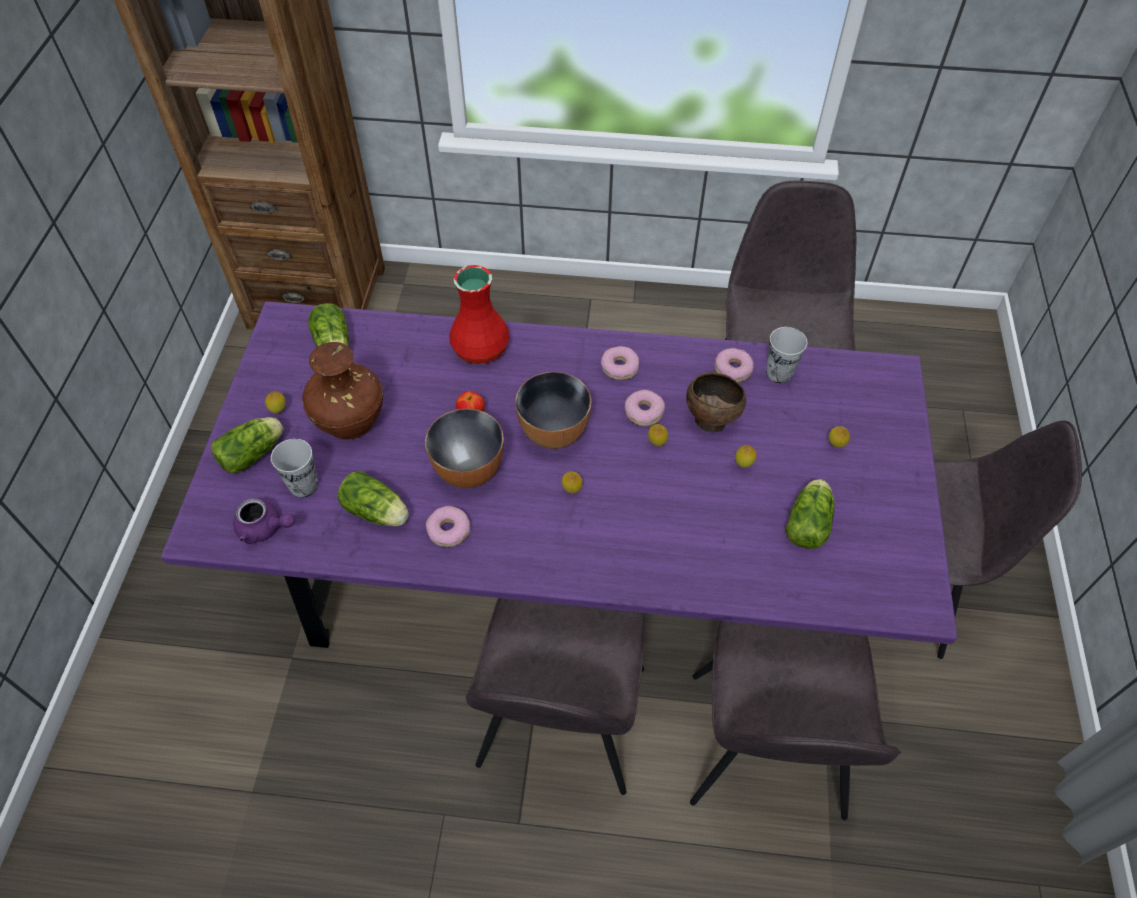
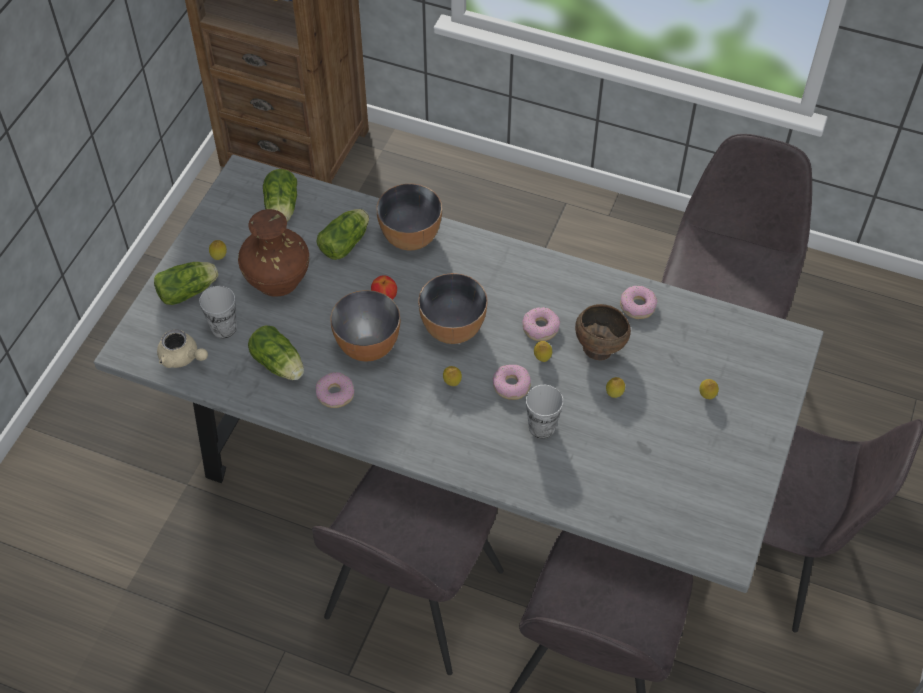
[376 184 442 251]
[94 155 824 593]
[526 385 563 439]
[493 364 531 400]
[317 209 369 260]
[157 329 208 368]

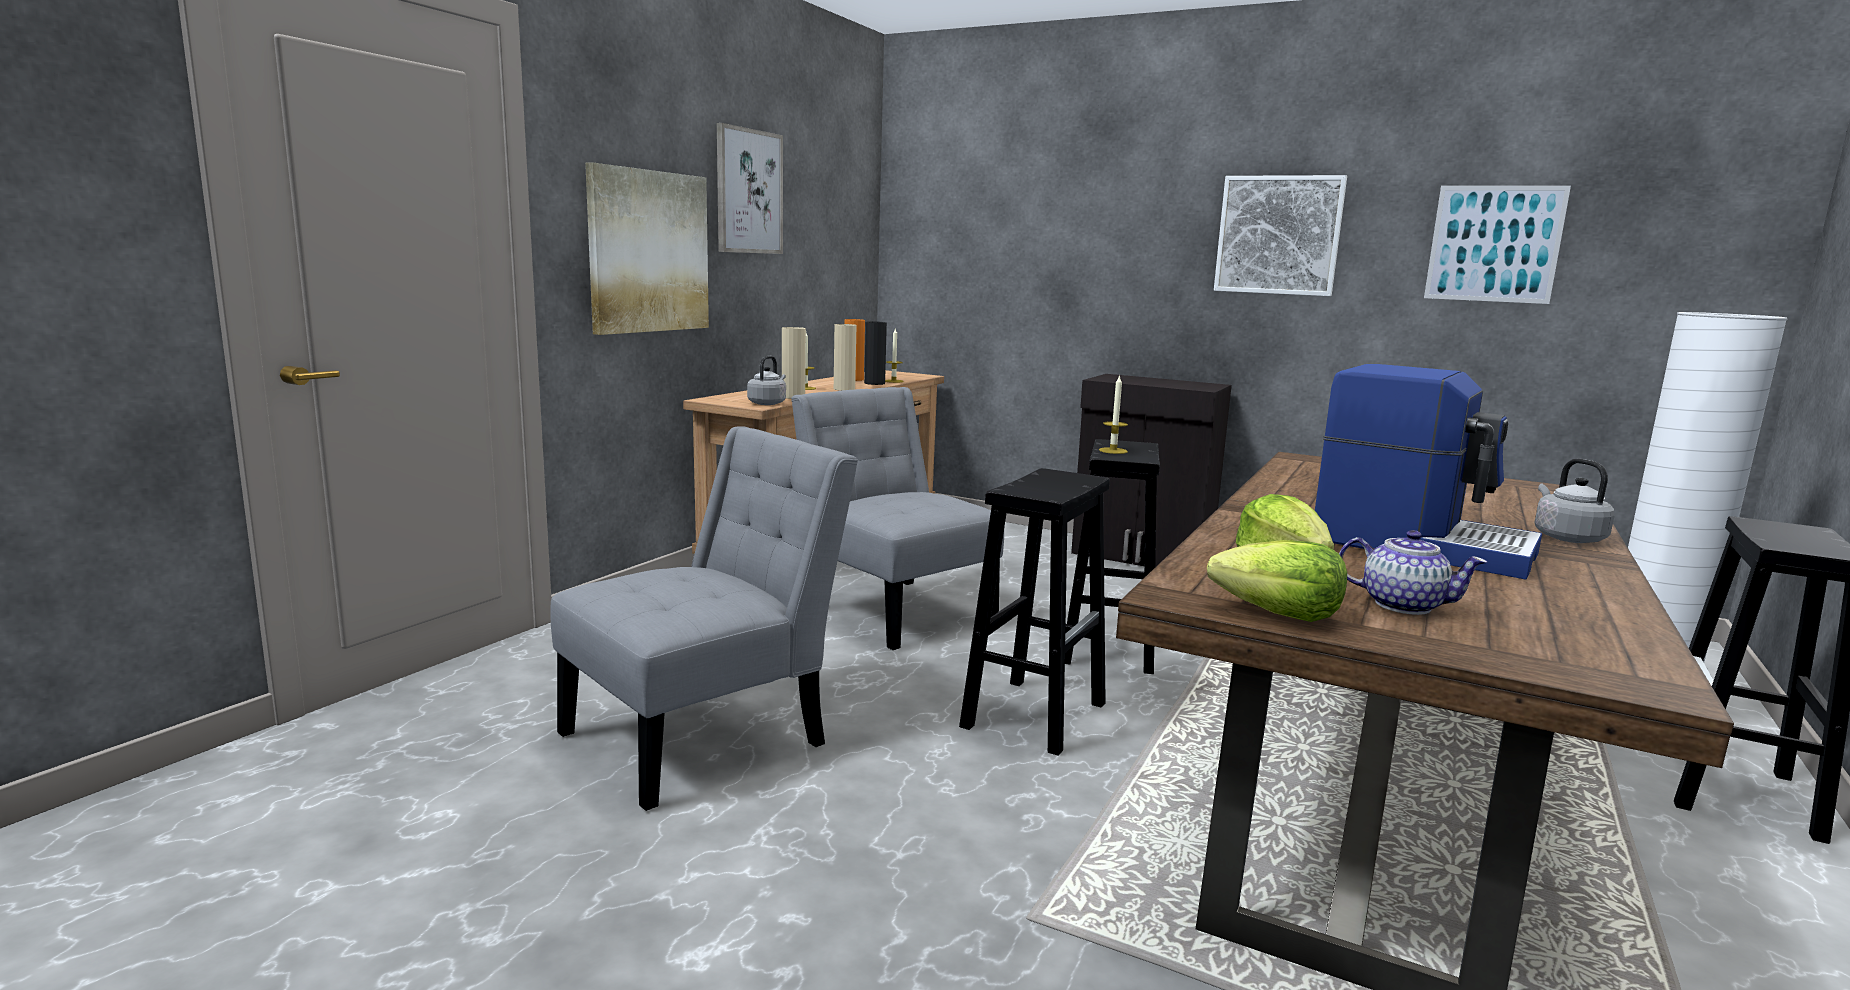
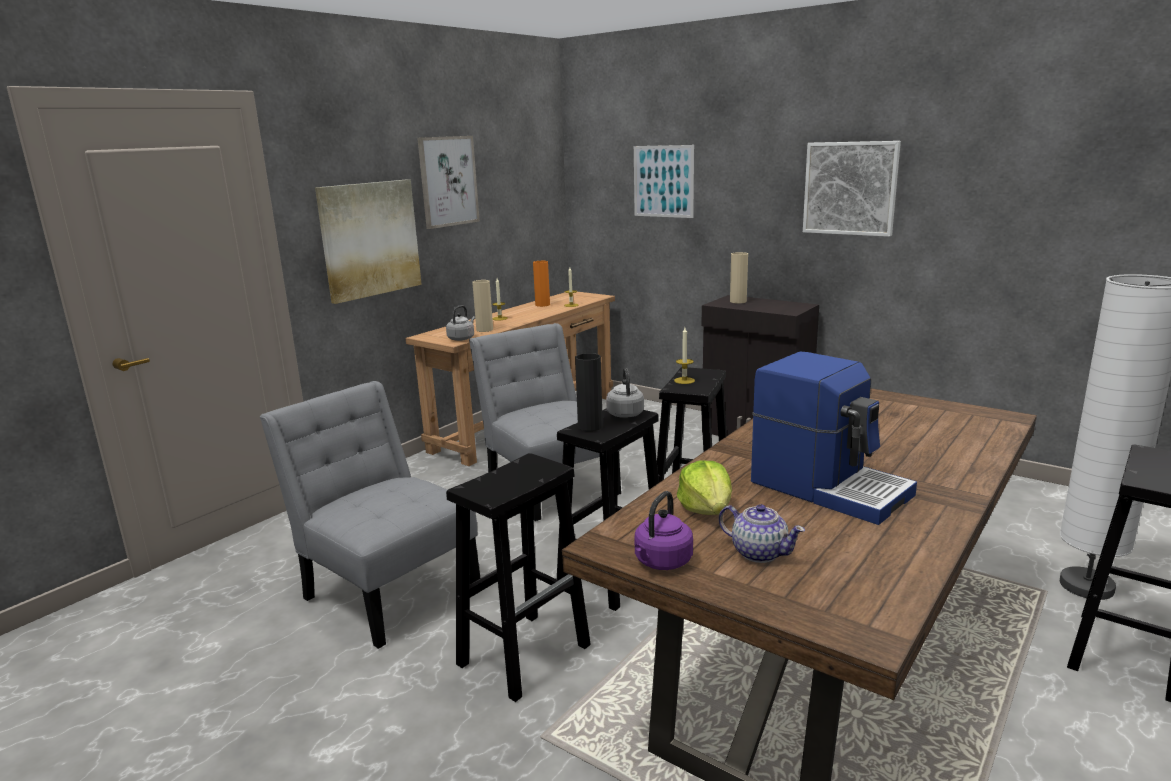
[634 145 694 218]
[575 353 603 431]
[730 252 748 304]
[260 381 480 649]
[606 368 644 418]
[635 491 693 570]
[446 453 591 702]

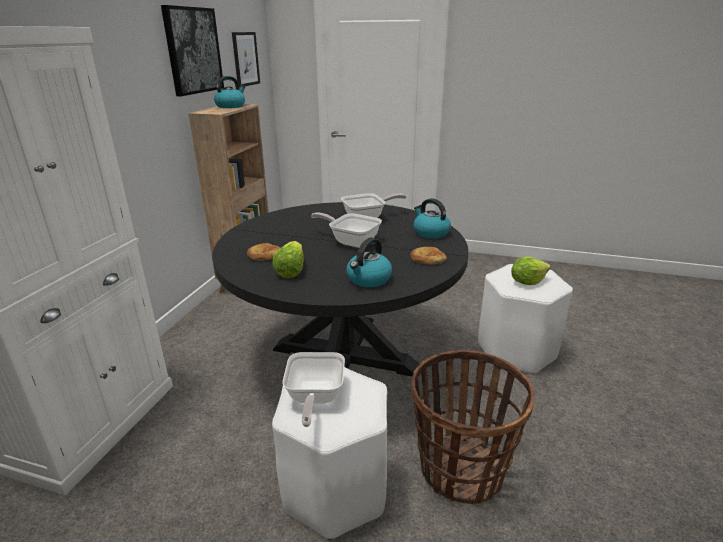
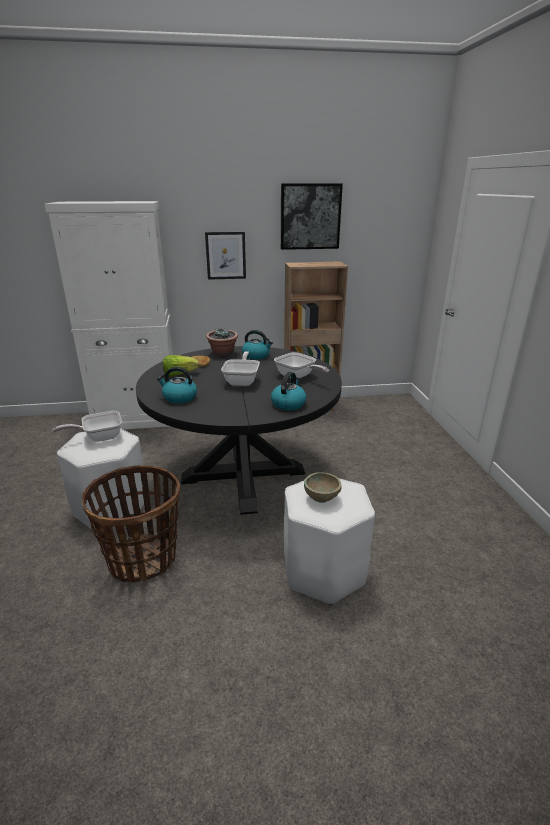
[205 232 246 280]
[242 330 273 360]
[410 247 447 265] (first image)
[304 472 341 503]
[206 328 238 356]

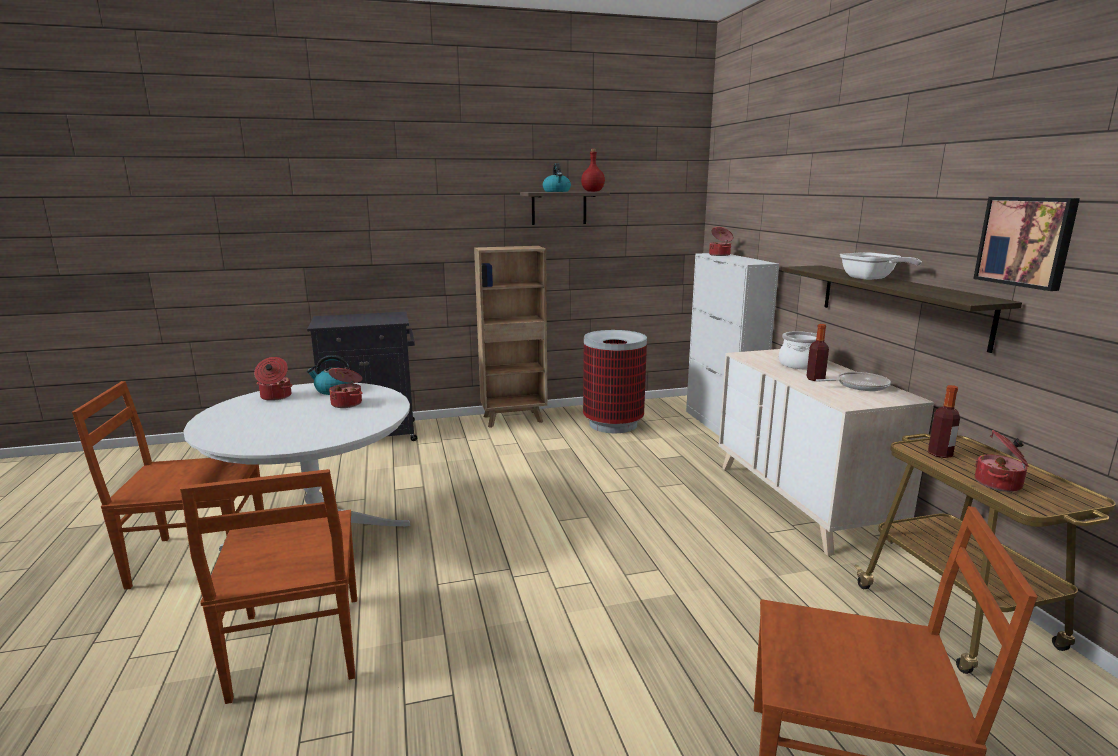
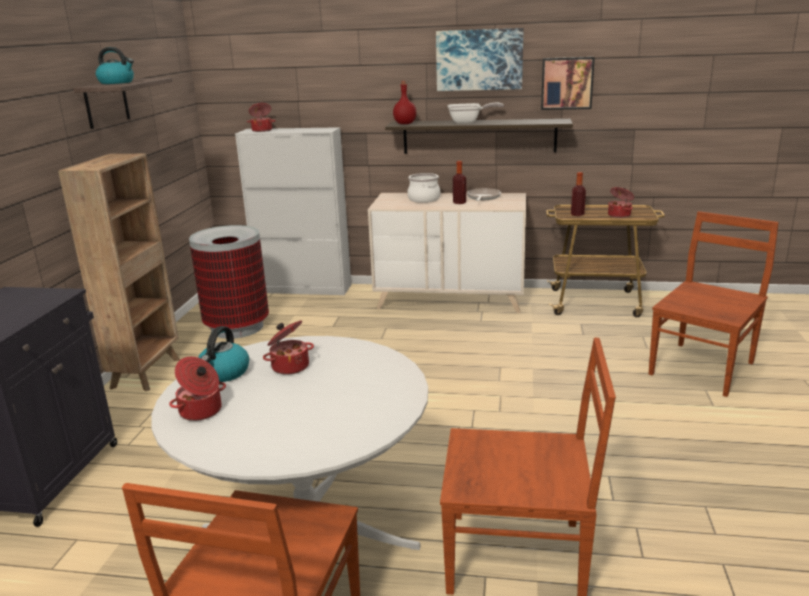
[393 81 417 124]
[436 28 524 91]

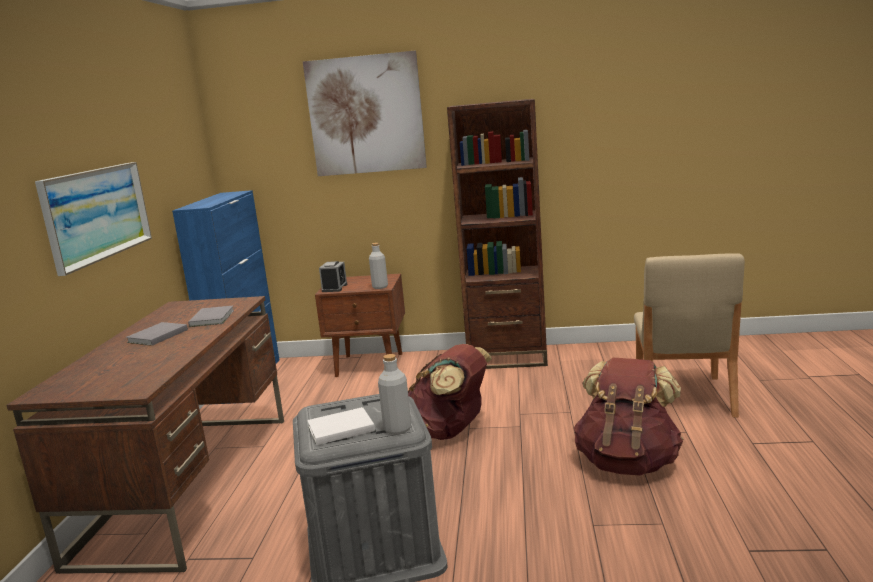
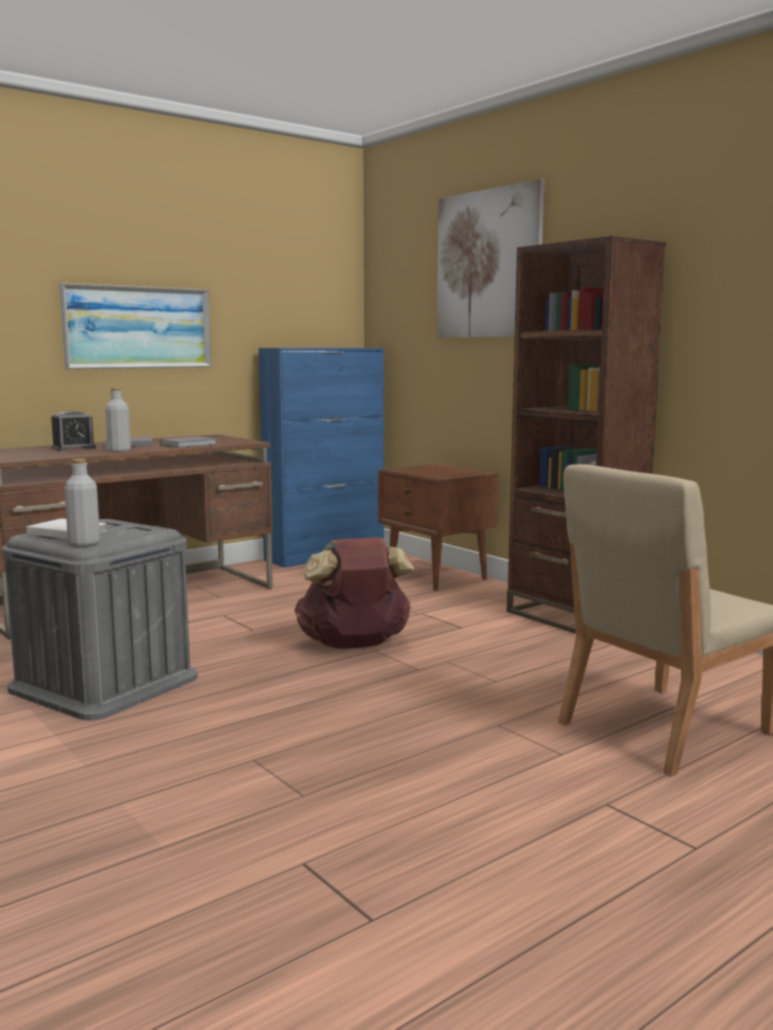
[105 388 131 452]
[51 411 96 451]
[574 358 684 476] (first image)

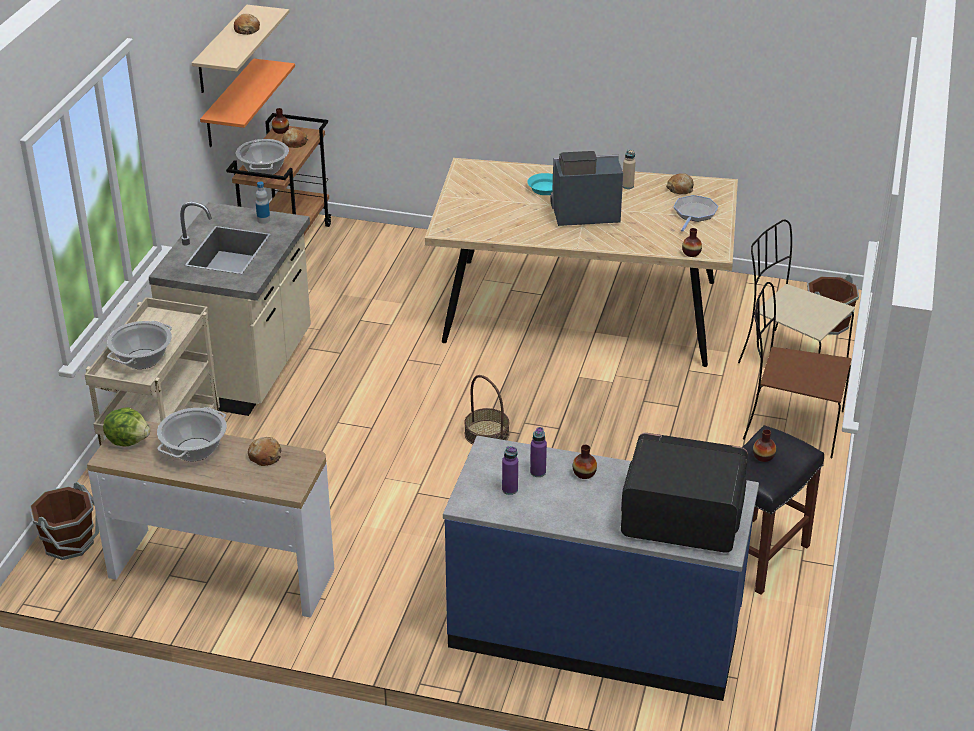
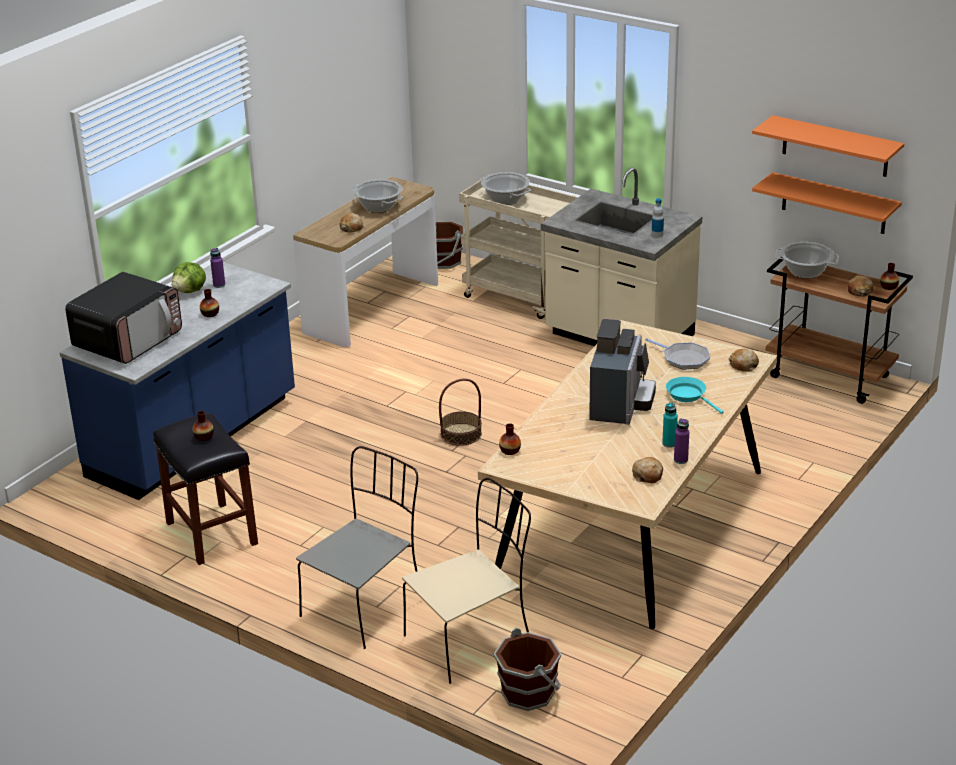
[752 115 904 177]
[729 349 759 372]
[662 402 678 448]
[645 338 710 369]
[296 446 418 649]
[172 262 206 293]
[674 418 689 464]

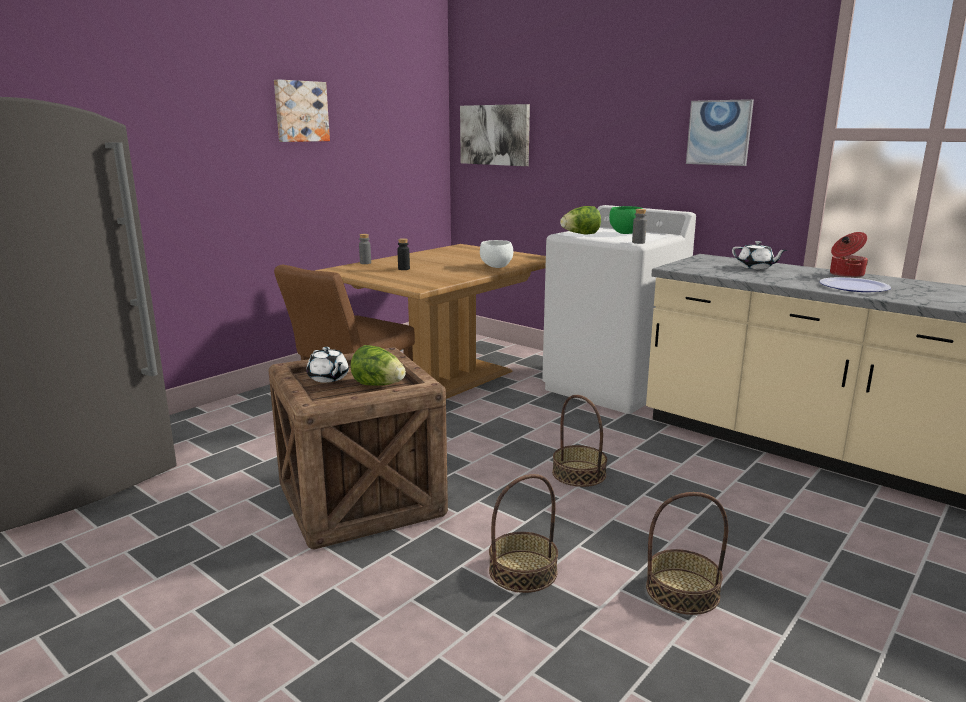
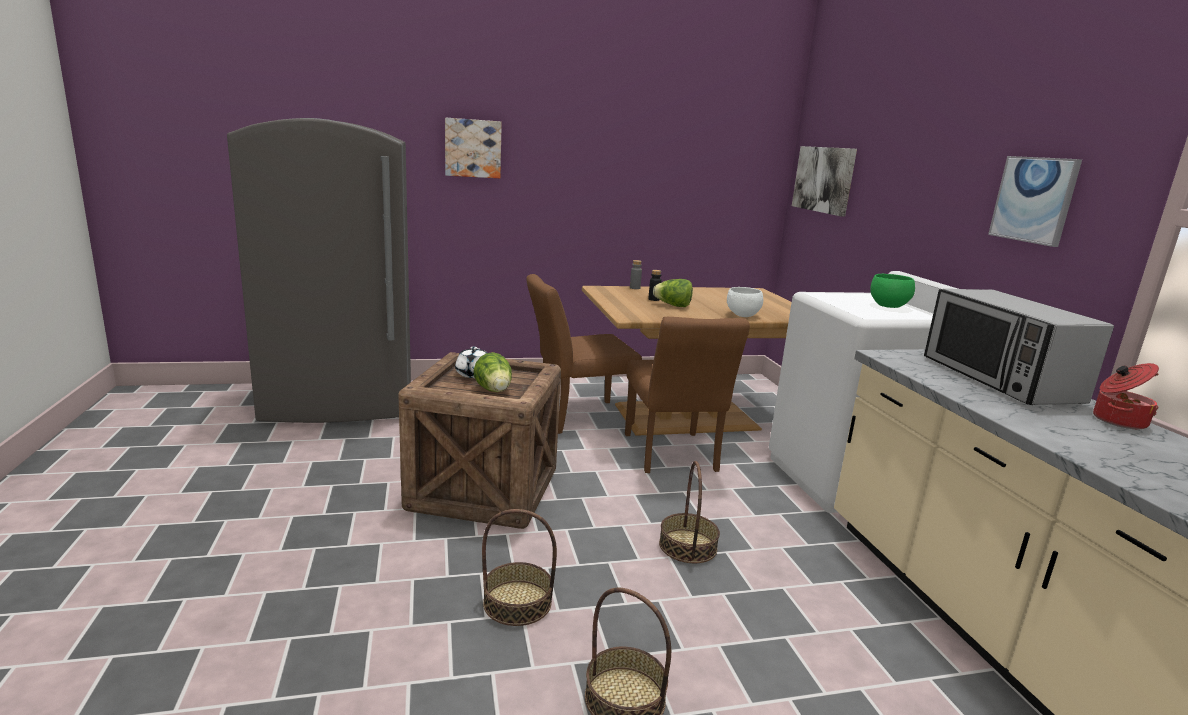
[445 118 502 178]
[653 279 693 307]
[632 209 647 244] (first image)
[924 289 1114 405]
[819 277 891 292] (first image)
[625 317 750 473]

